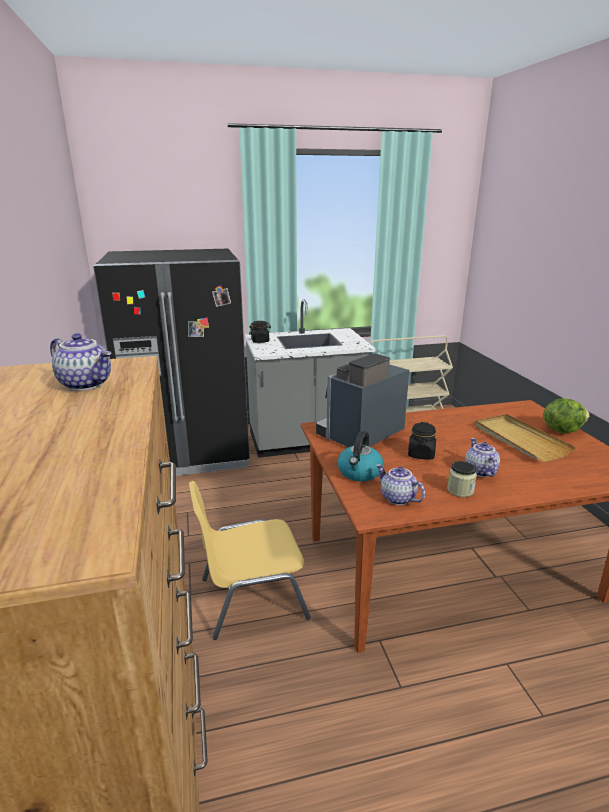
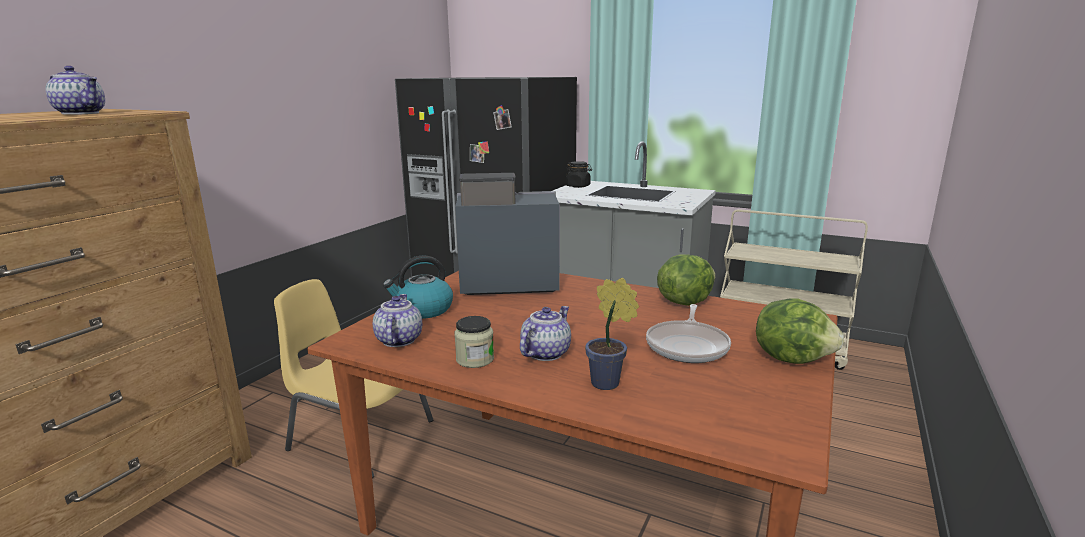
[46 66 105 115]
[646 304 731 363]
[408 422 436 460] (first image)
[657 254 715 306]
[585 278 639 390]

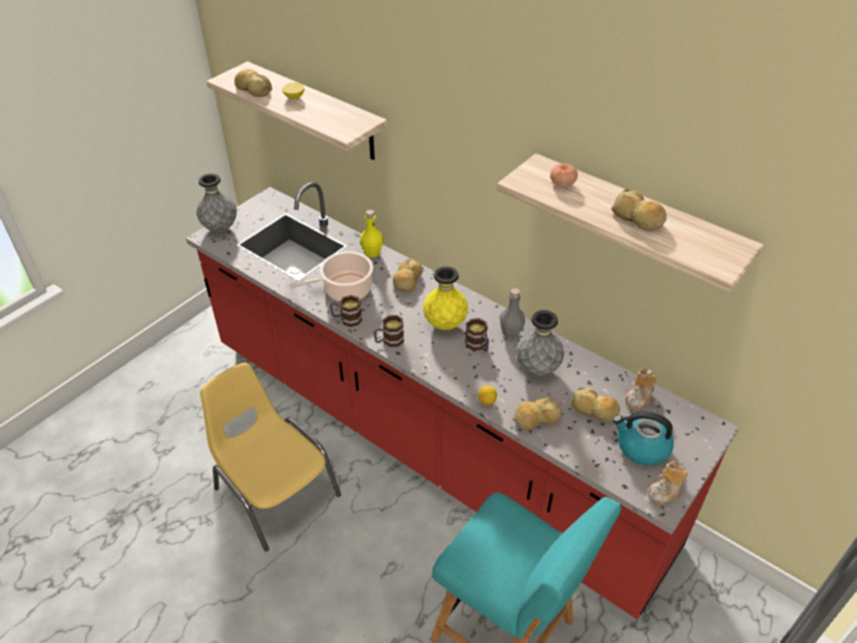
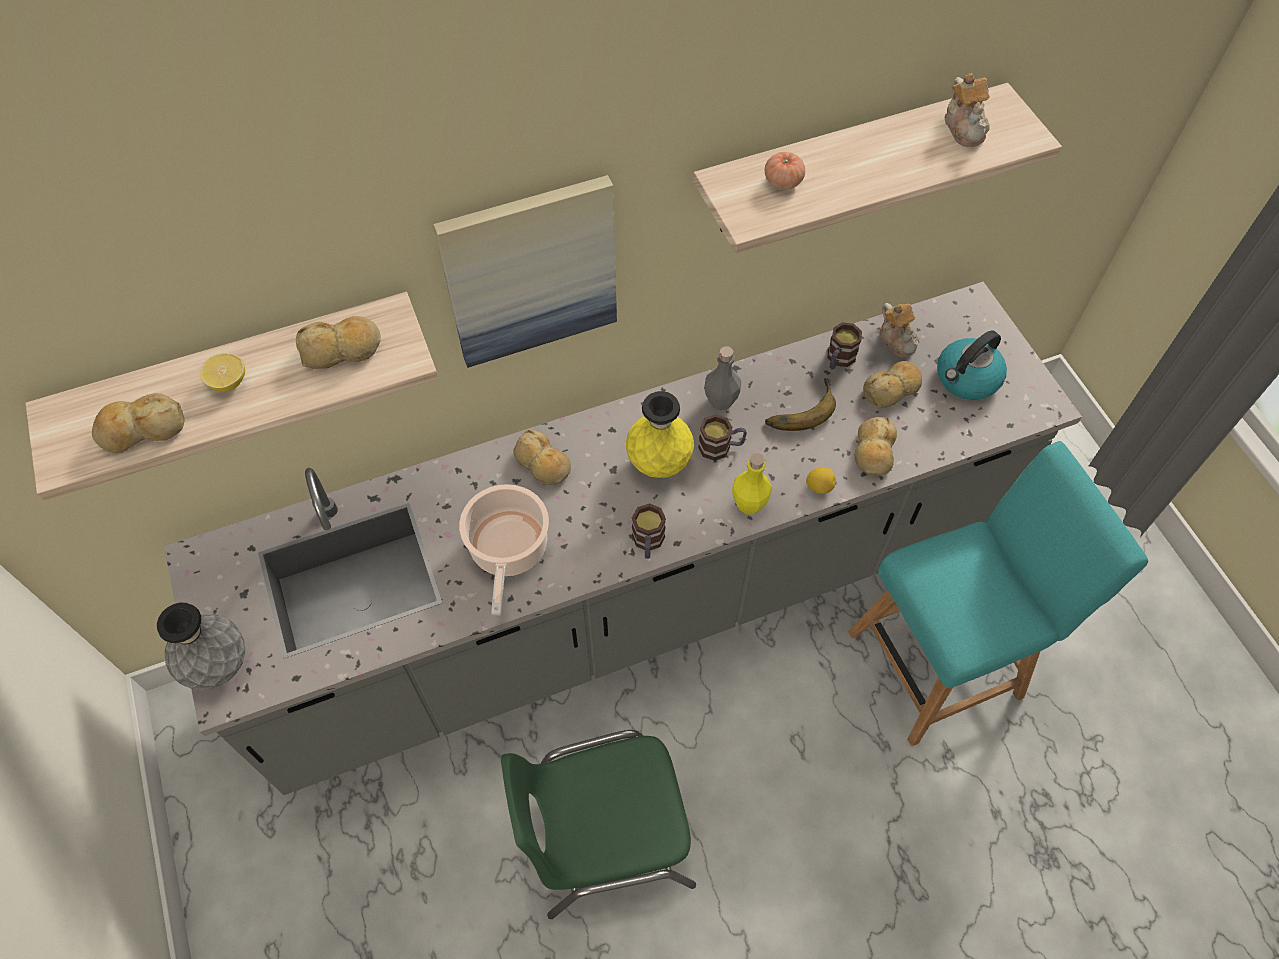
[164 282 1082 795]
[296 316 381 369]
[732 453 772 514]
[827 322 862 370]
[765 378 836 431]
[501 730 696 919]
[945 73 990 147]
[433 175 617 368]

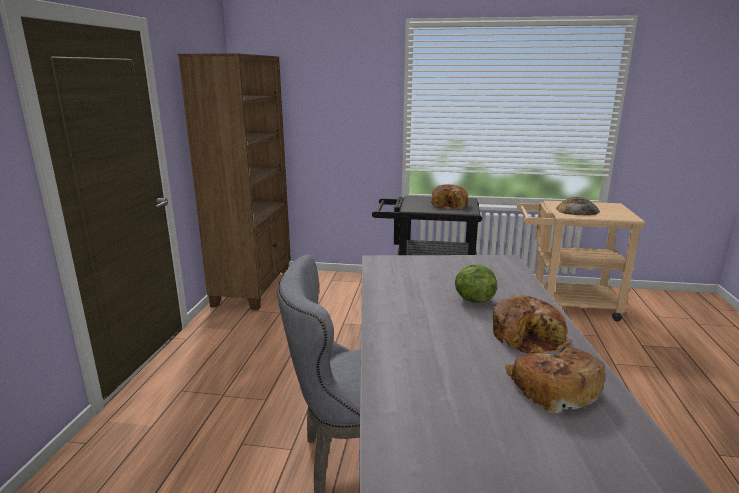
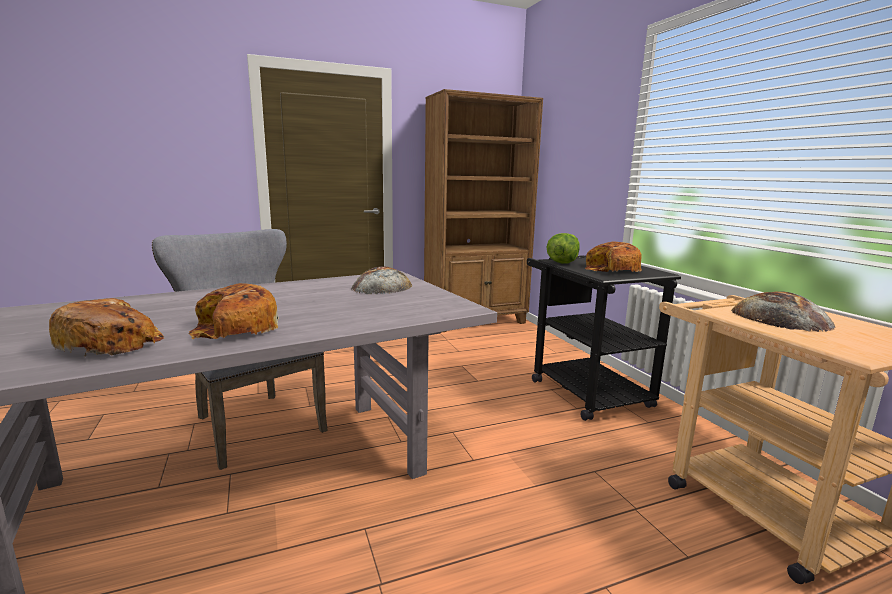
[546 233 580 264]
[351 266 412 294]

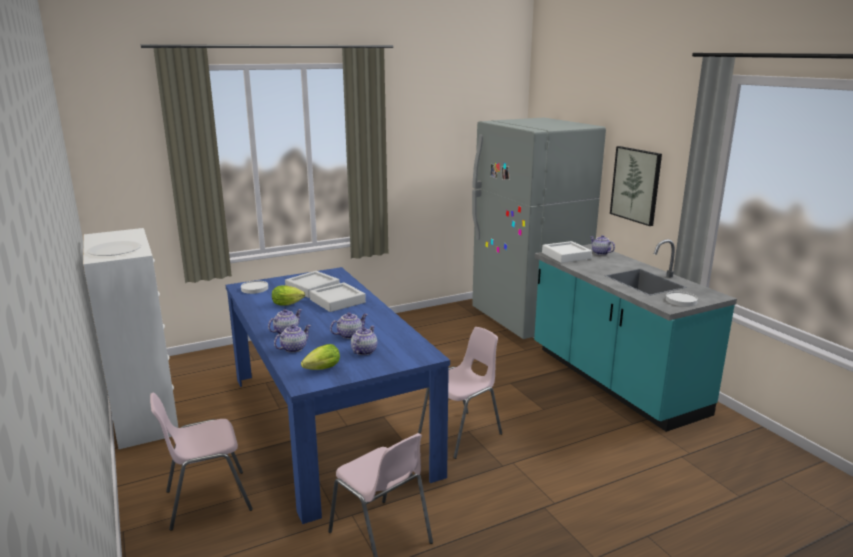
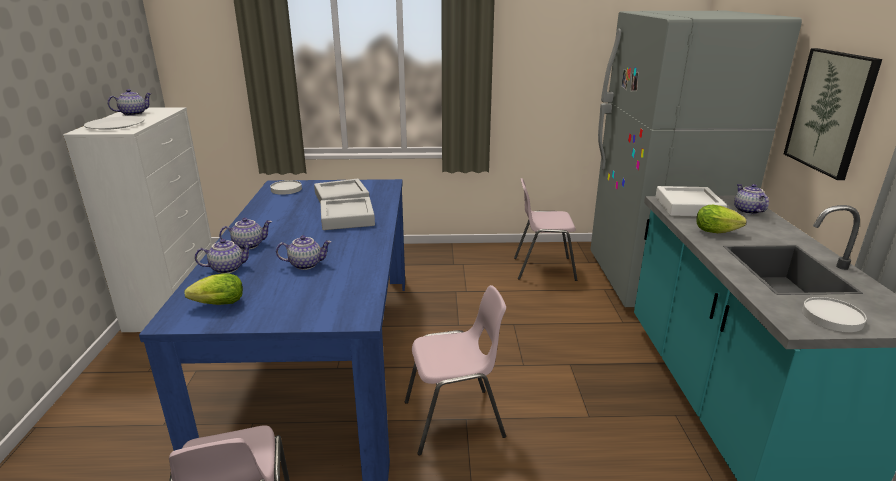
[696 205 746 233]
[108 89 152 116]
[514 178 577 281]

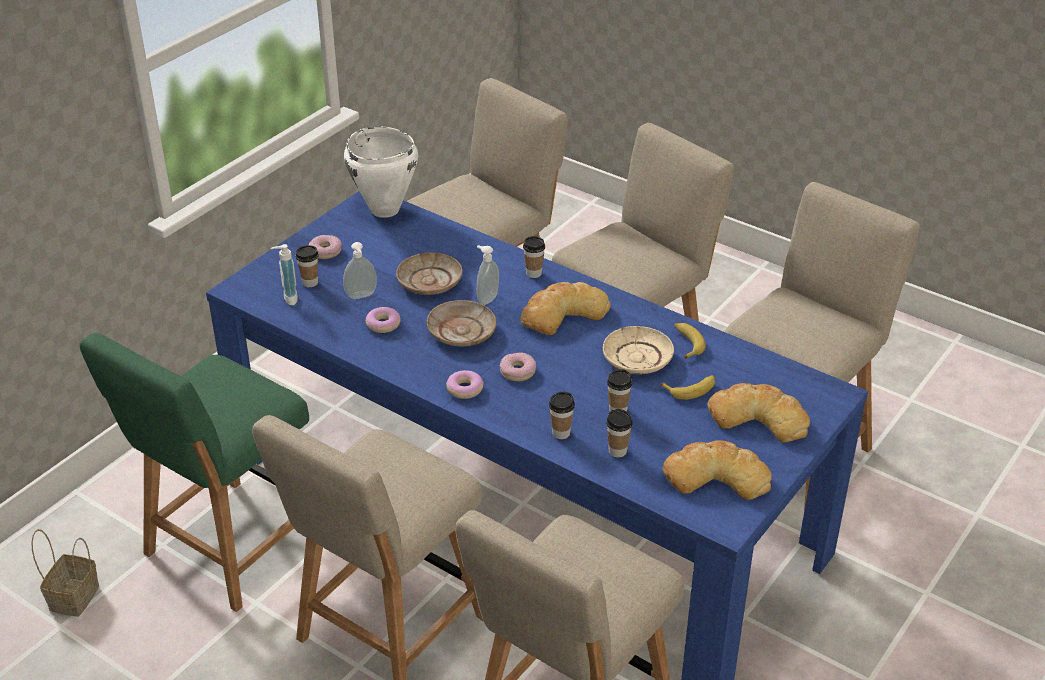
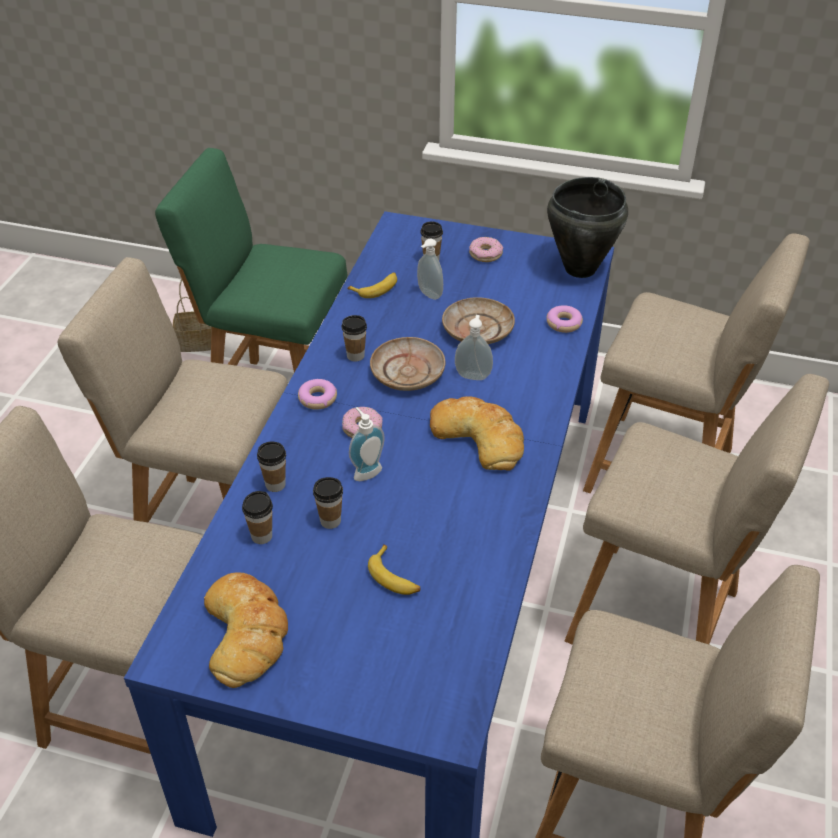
[547 177 628 278]
[342 315 367 362]
[349 407 384 481]
[546 305 583 333]
[347 272 397 298]
[603 326 674 374] (first image)
[707 383 810 443] (first image)

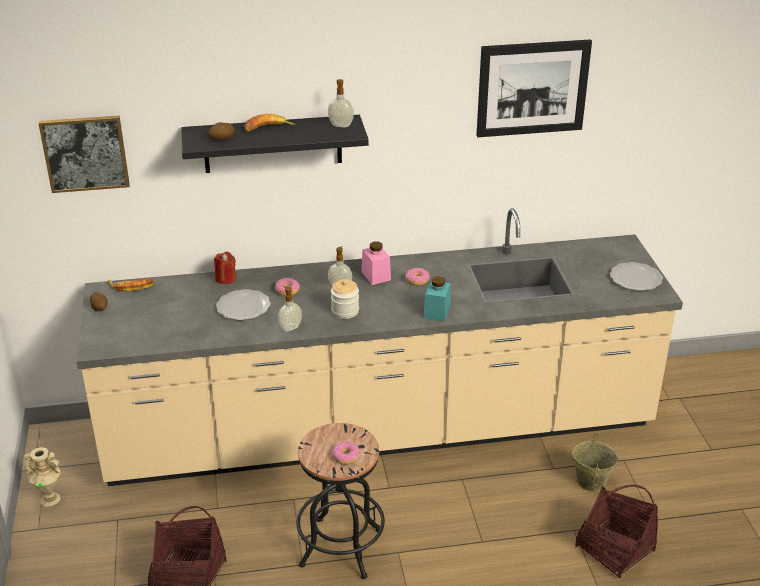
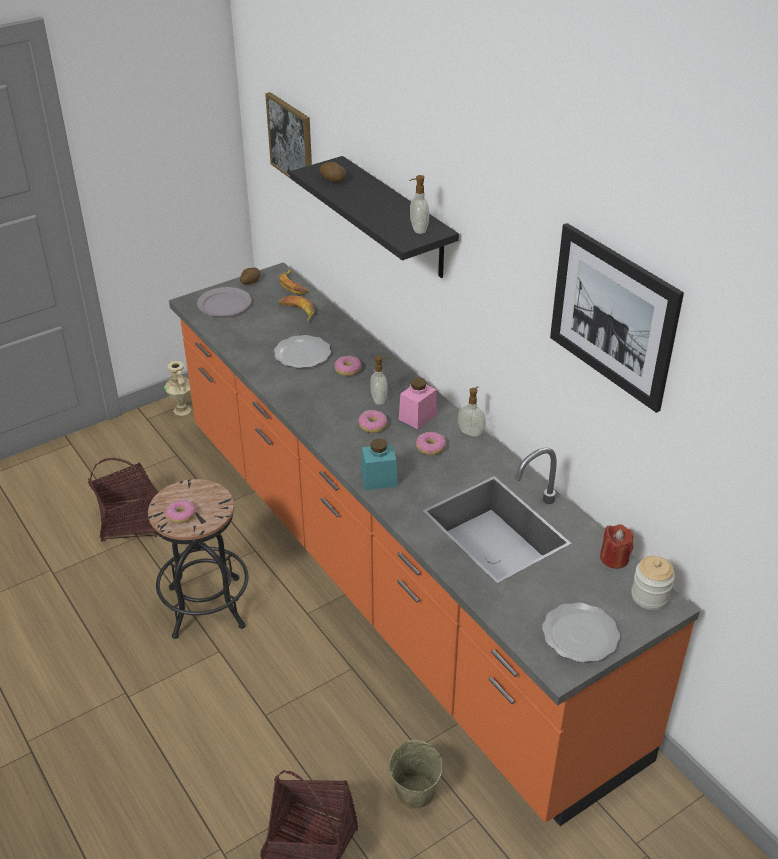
[279 295 314 322]
[169 262 700 826]
[600 524 633 569]
[631 556 675 610]
[458 386 486 437]
[197 287 251 316]
[358 410 387 433]

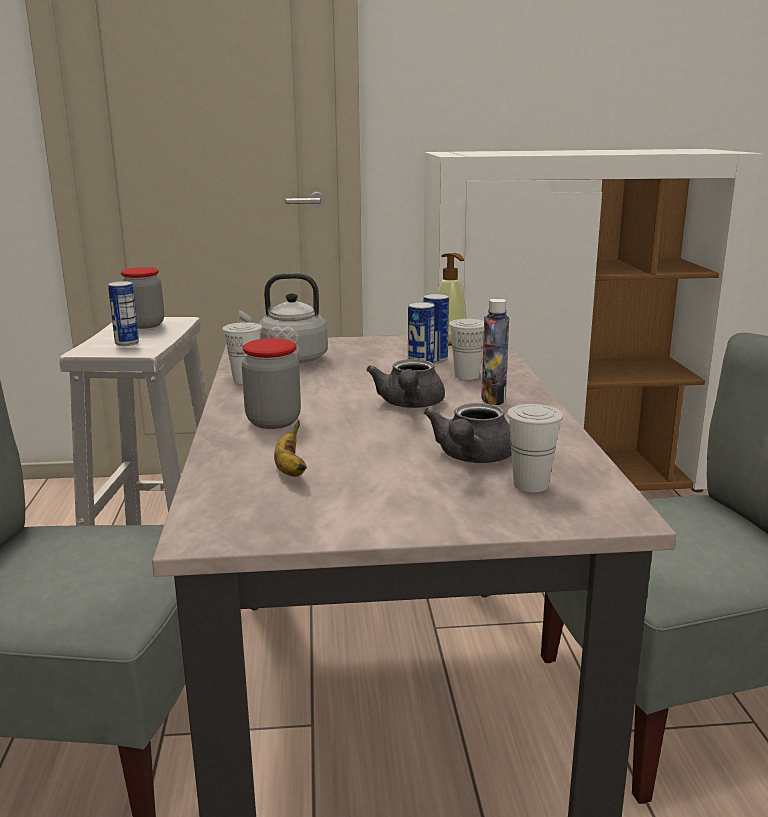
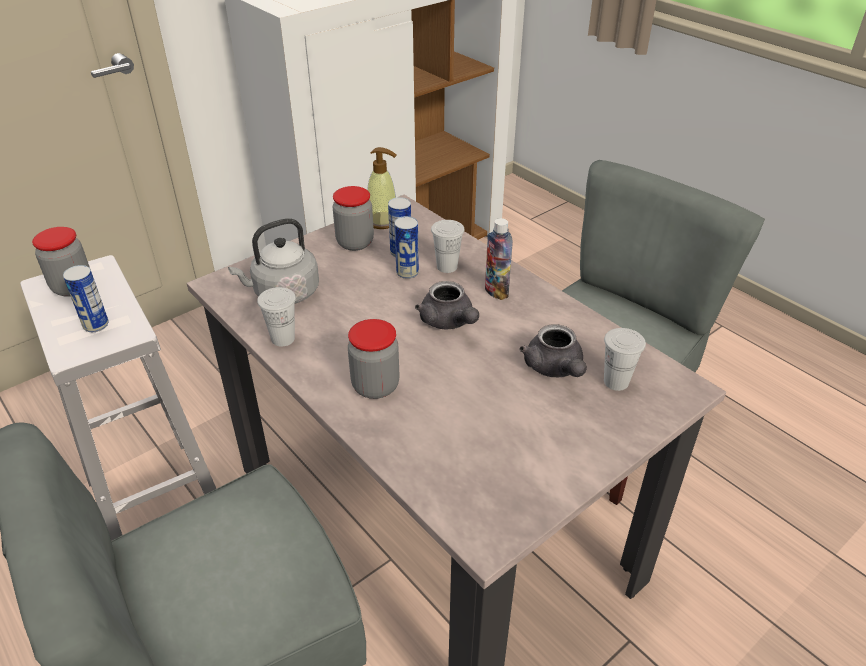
[274 420 307 477] (first image)
[333 186 374 251]

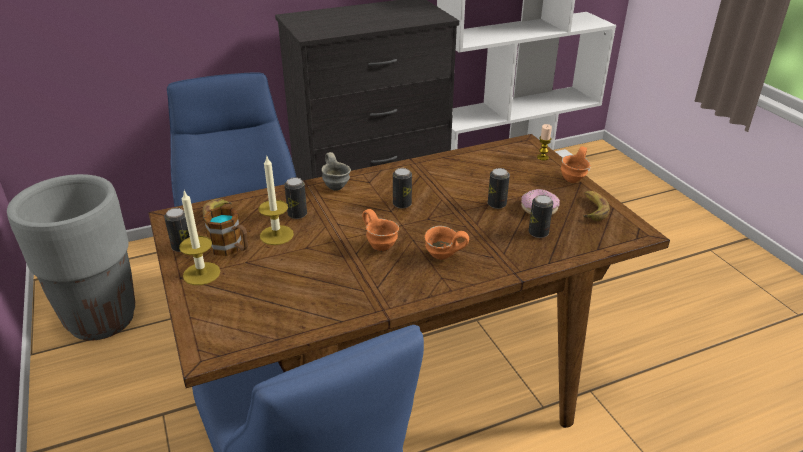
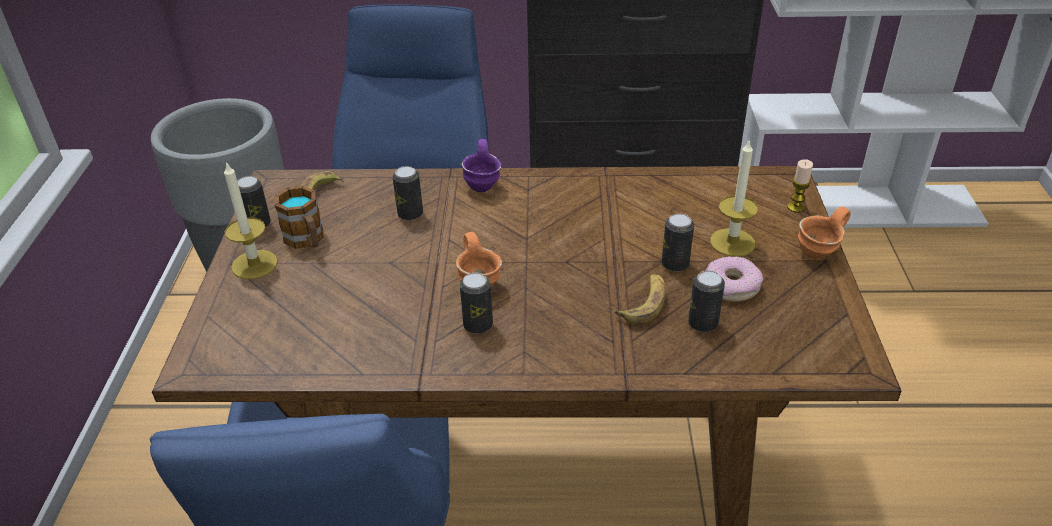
[462 139 502 192]
[710 139 758 257]
[460 272 493 334]
[614 274 666 325]
[424 226 469 260] (first image)

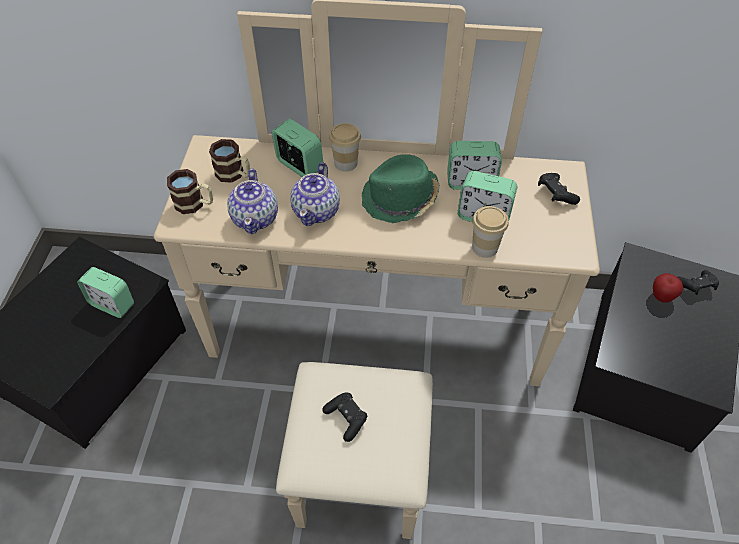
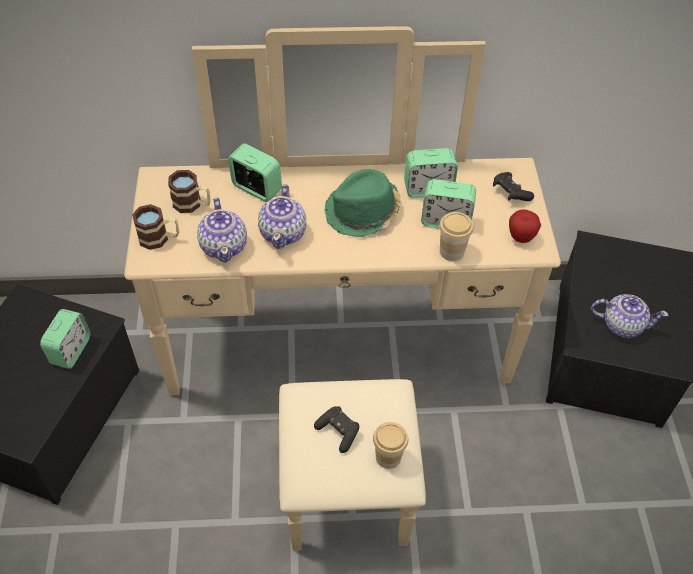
[373 422 408 469]
[40 309 90 369]
[678 270 719 295] (first image)
[509 209 541 243]
[591 294 668 338]

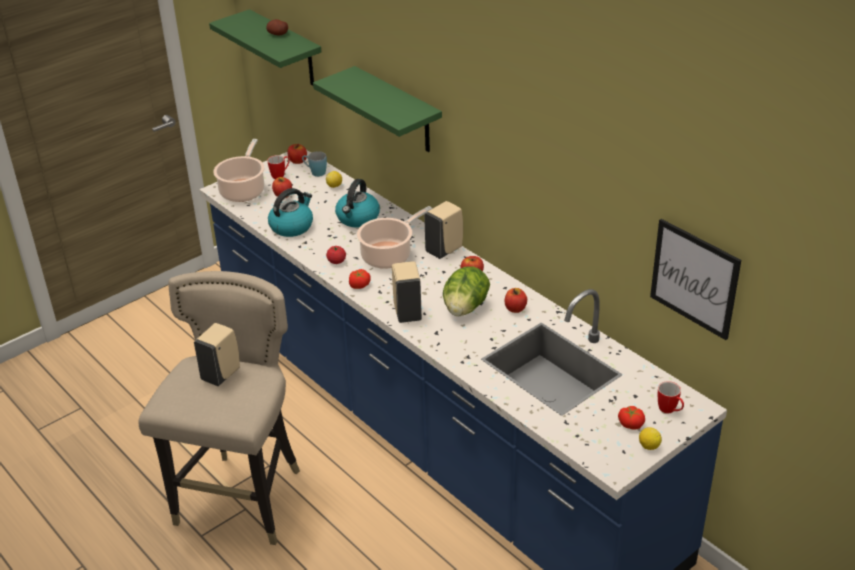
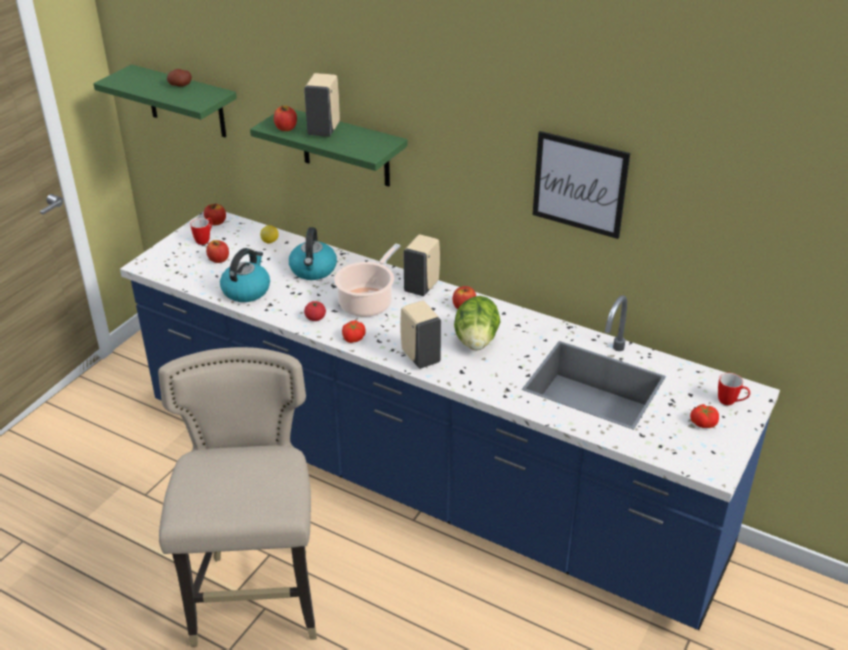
[213 139 264 202] (first image)
[302 151 327 177] (first image)
[533 131 630 239]
[274 106 297 131]
[304 73 340 137]
[639 427 662 450] (first image)

